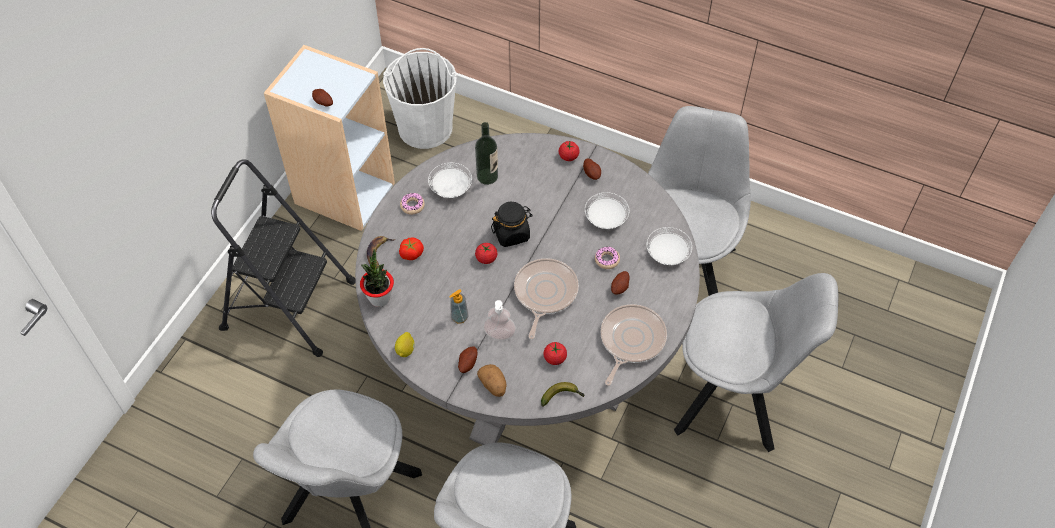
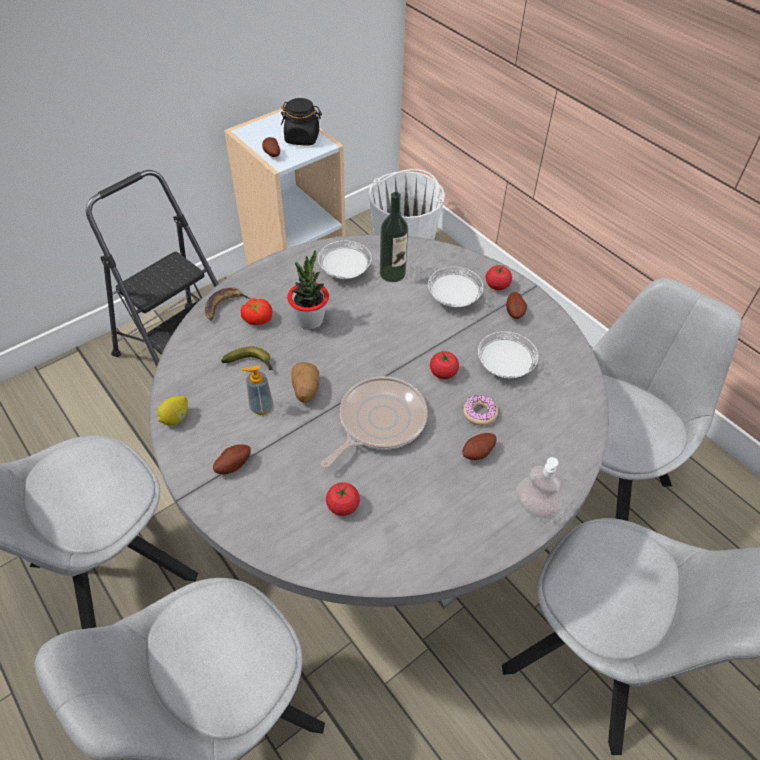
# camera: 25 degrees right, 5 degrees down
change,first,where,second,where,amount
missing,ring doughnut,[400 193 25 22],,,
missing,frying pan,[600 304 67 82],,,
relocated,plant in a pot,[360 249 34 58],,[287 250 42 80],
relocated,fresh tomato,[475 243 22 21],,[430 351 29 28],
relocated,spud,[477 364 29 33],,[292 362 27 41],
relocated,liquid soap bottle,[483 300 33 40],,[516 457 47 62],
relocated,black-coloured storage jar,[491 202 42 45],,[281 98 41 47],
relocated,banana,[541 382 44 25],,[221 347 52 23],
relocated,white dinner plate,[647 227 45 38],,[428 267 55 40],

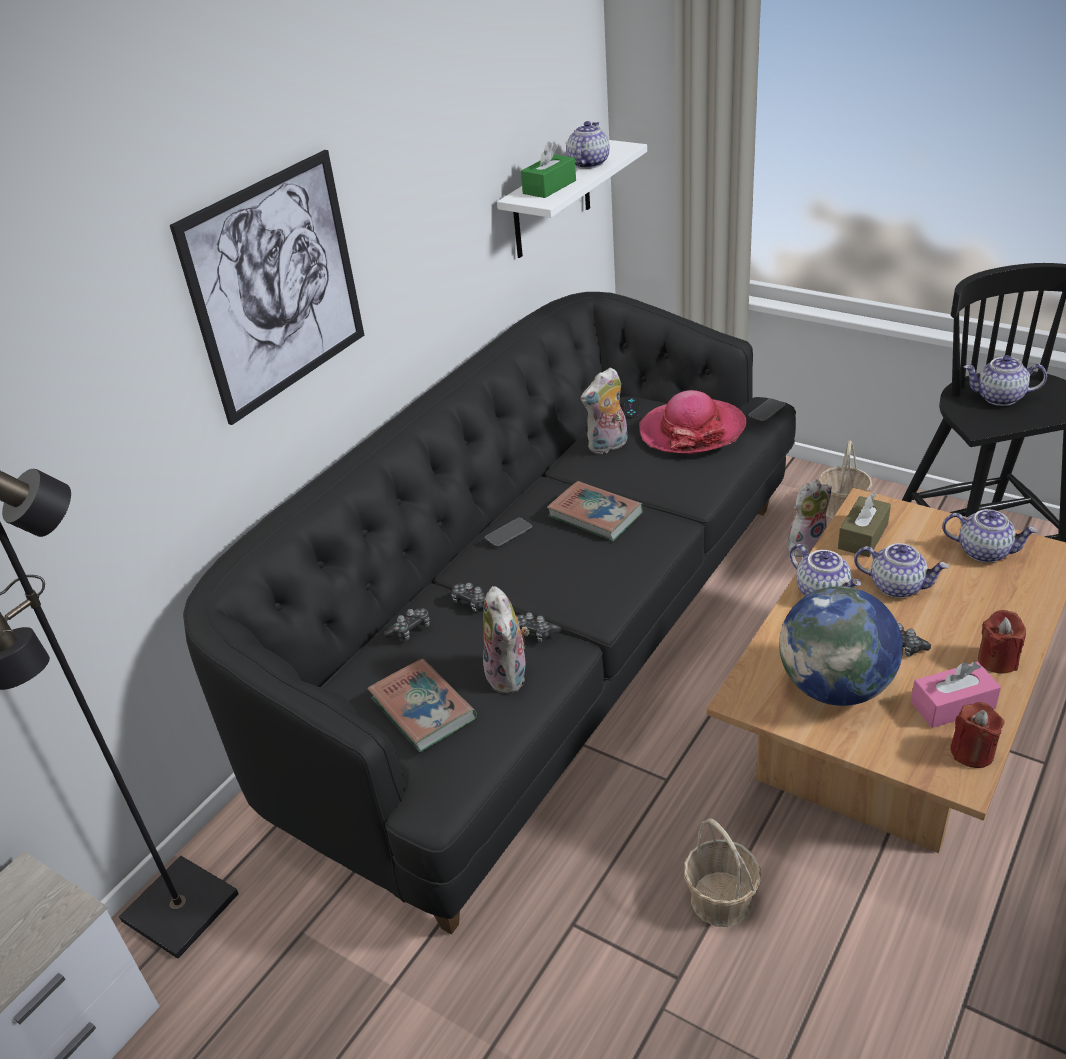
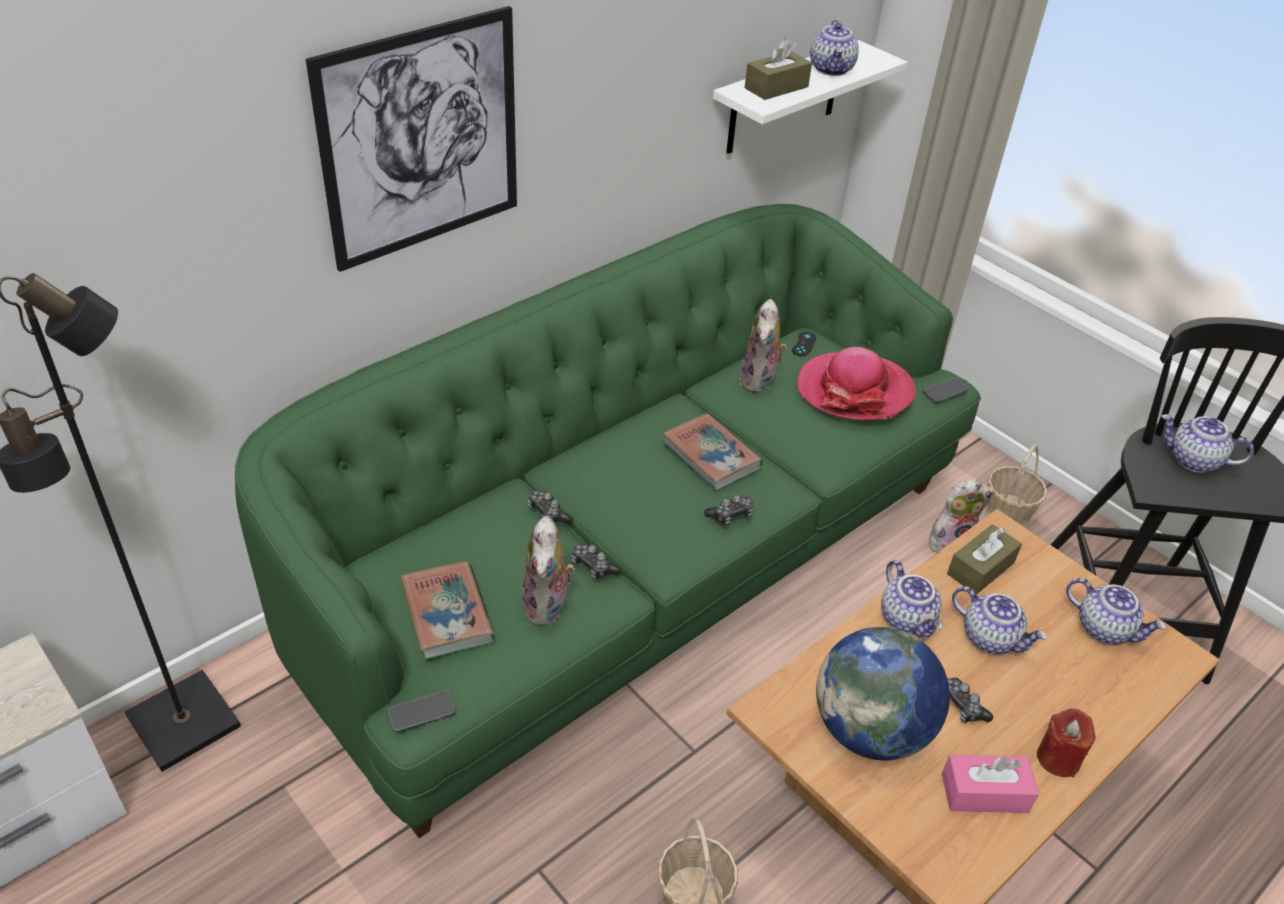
# camera: 10 degrees right, 5 degrees up
change,first,where,second,where,amount
missing,reddish candle,[950 702 55 66],,,
relocated,gamepad,[384 608 46 33],,[704 495 50 31],
relocated,telephone,[485 518 47 29],,[387 690 68 42],
colour,black-coloured sofa,[183 292 613 643],greenish sofa,[235 204 746 634],
colour,greenish tissue box,[521 141 55 57],brown tissue box,[745 39 67 61],
spun,tea pot,[567 121 43 48],,[810 20 49 56],150 degrees clockwise
spun,plush toy,[581 368 47 86],,[740 299 47 94],60 degrees counterclockwise

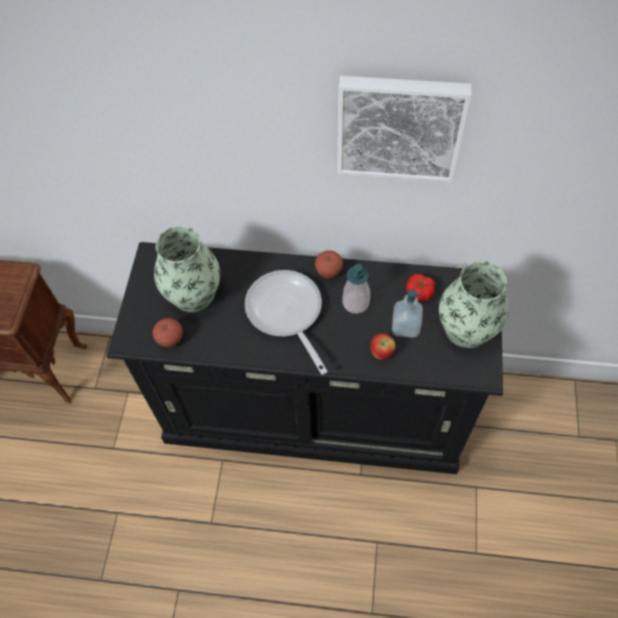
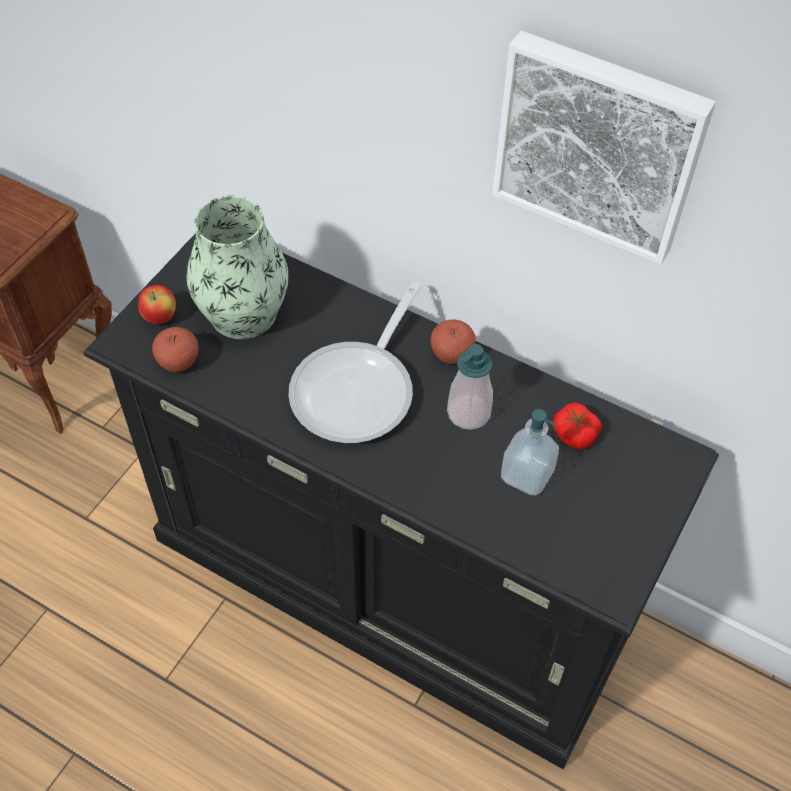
# camera: 20 degrees right, 5 degrees down
change,first,where,second,where,amount
missing,decorative vase,[439 261 70 87],,,
relocated,apple,[370 333 25 27],,[138 285 38 39],
spun,frying pan,[245 270 83 105],,[289 282 132 161],150 degrees counterclockwise

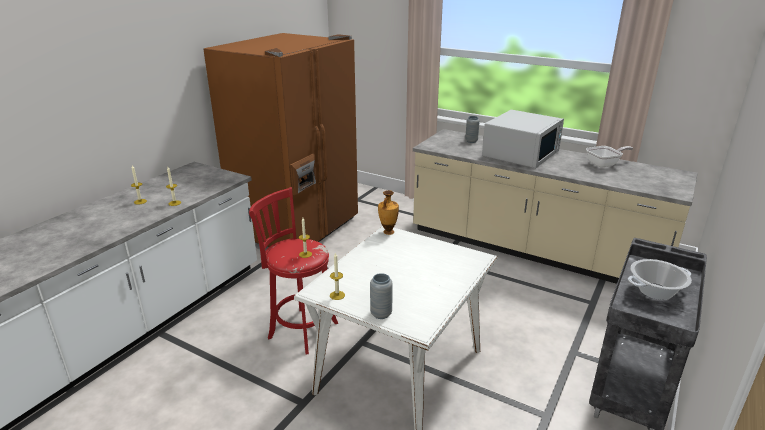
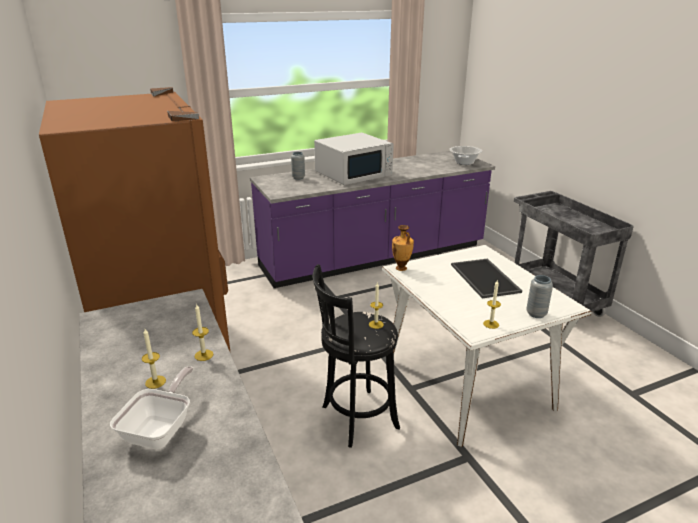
# camera: 55 degrees left, 0 degrees up
change,first,where,second,where,amount
appeared,,,carrying tray,[451 259 71 39],
relocated,frying pan,[586 146 47 22],,[110 366 83 83],
relocated,saucepot,[628 259 64 41],,[450 146 32 19],
colour,reddish sitting stool,[249 187 89 167],black-coloured sitting stool,[313 264 87 184],
colour,sand-coloured kitchen base unit,[413 129 285 155],purple kitchen base unit,[250 151 245 137],
spun,white kitchen microwave,[482 110 82 58],,[314 133 80 52],75 degrees clockwise

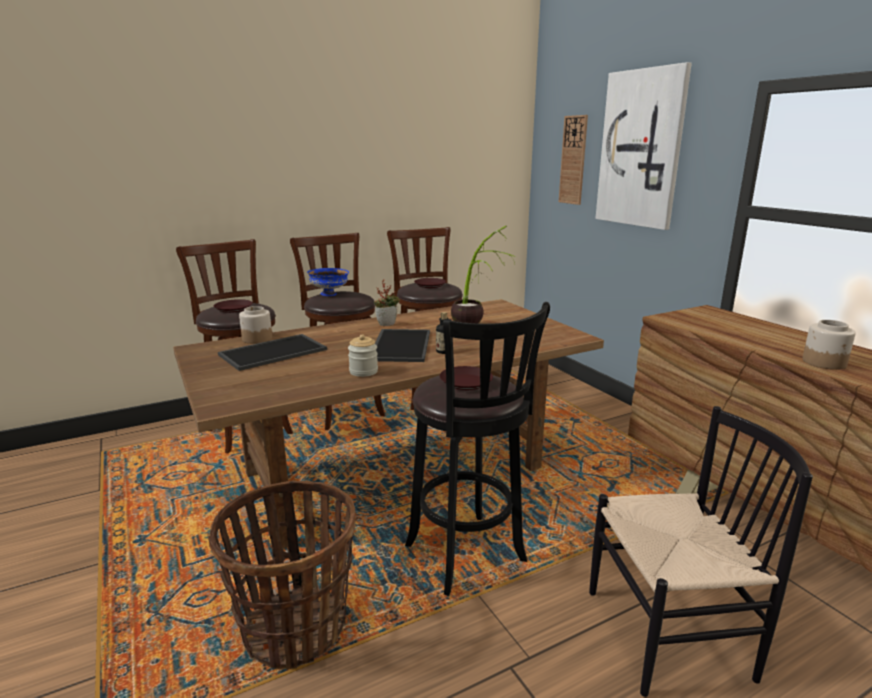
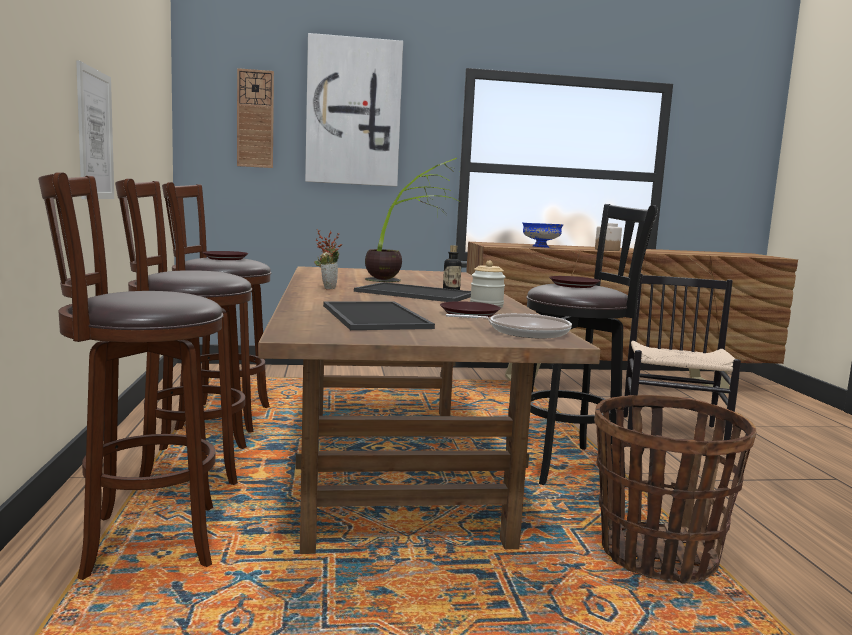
# camera: 70 degrees left, 10 degrees down
change,first,where,second,where,amount
missing,storage jar,[239 306 33 38],,,
appeared,,,wall picture,[76 60 38 139],
appeared,,,frying pan,[446 313 126 26],
relocated,brown dinner plate,[214 299 39 14],,[440 301 61 16],
relocated,bluish deep dish,[307 268 42 28],,[523 223 40 25],

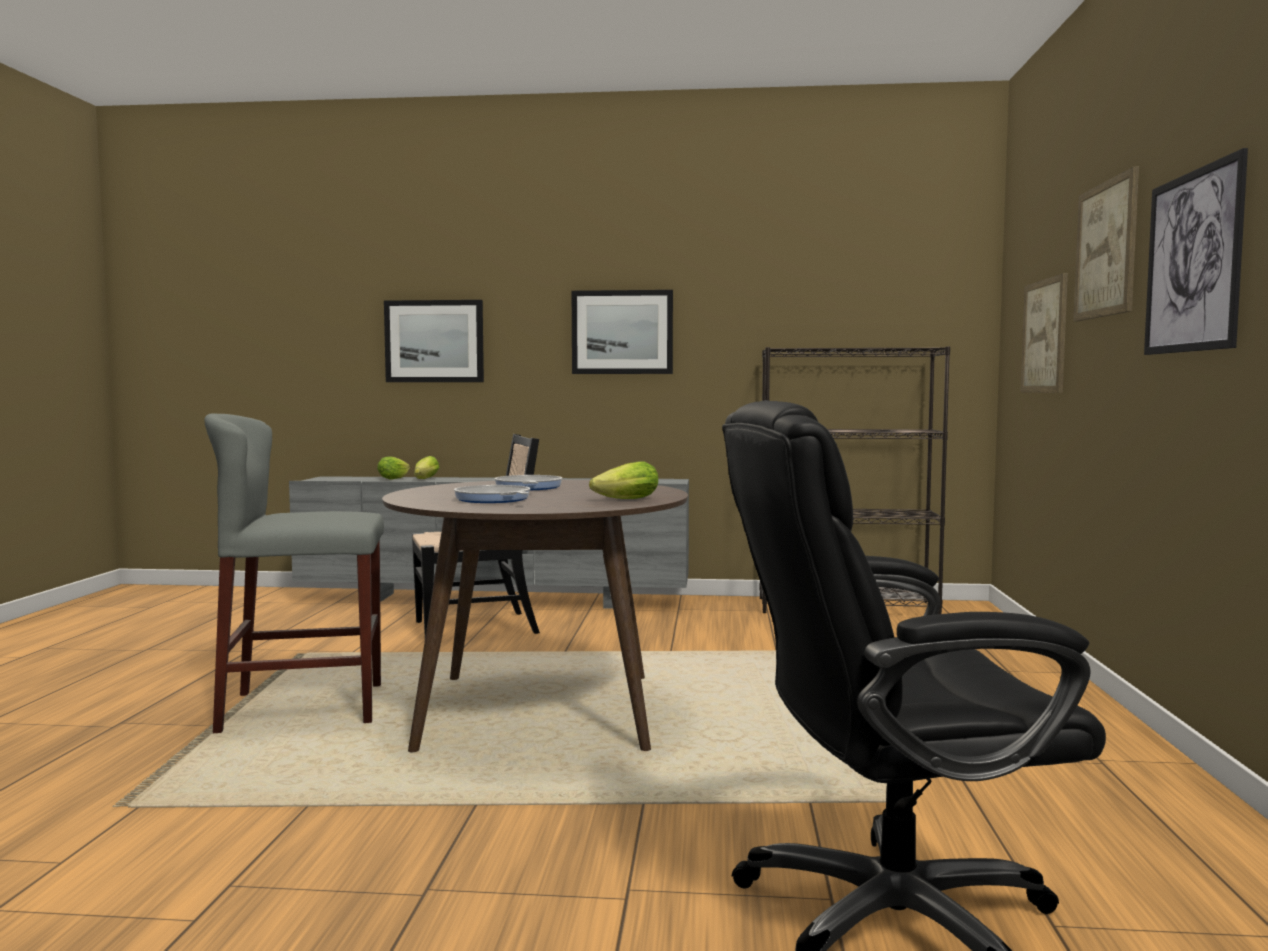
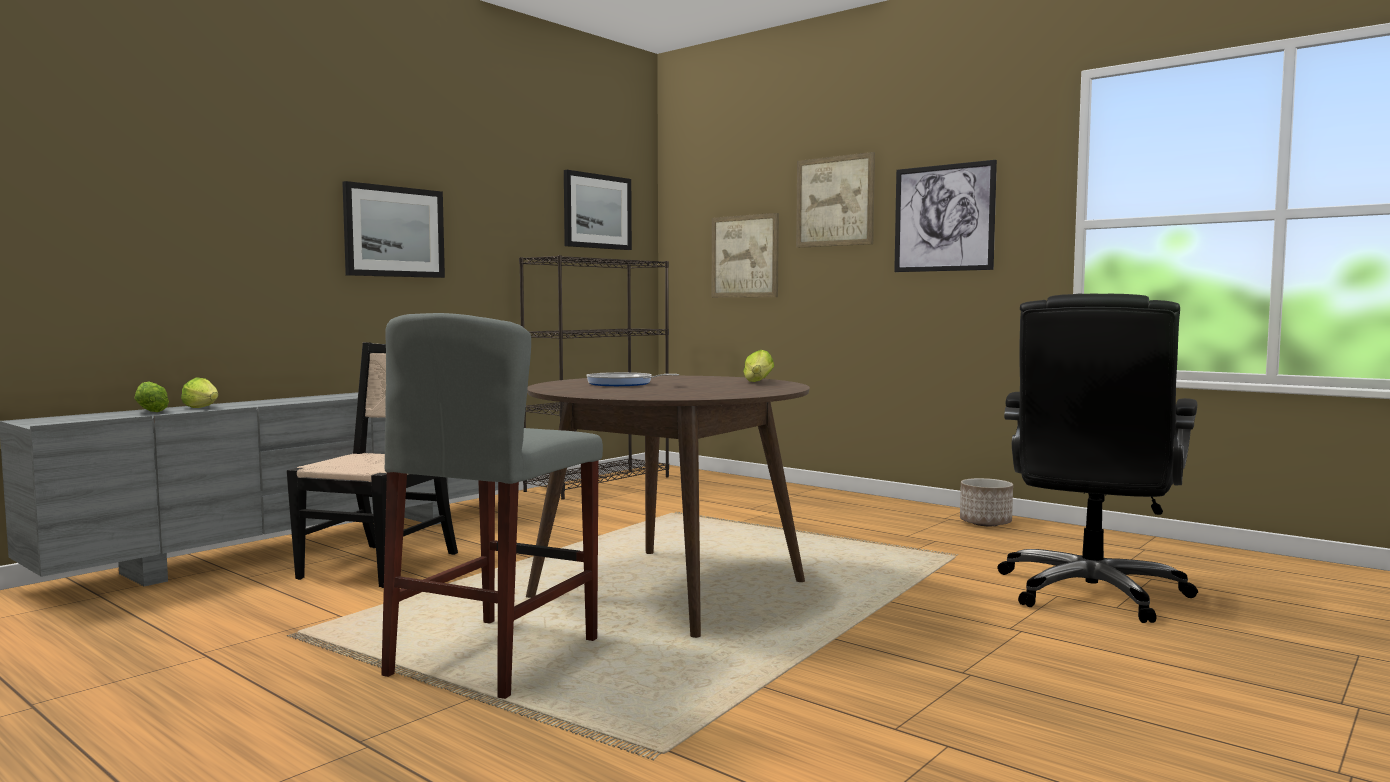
# camera: 55 degrees left, 0 degrees up
change,first,where,second,where,amount
missing,frying pan,[454 485 76 18],,,
appeared,,,flower pot,[960 478 53 48],
relocated,wall picture,[384 300 100 82],,[564 170 68 80],

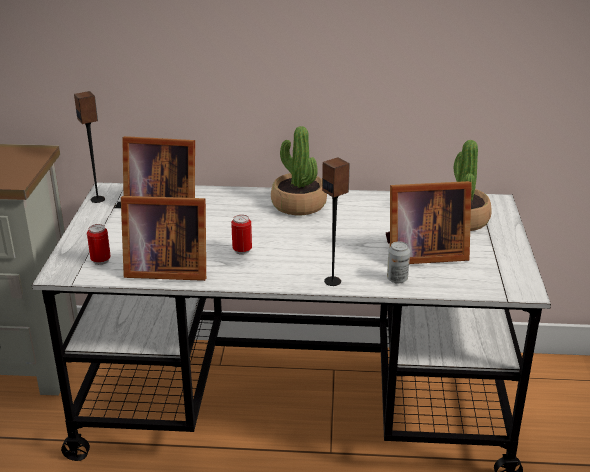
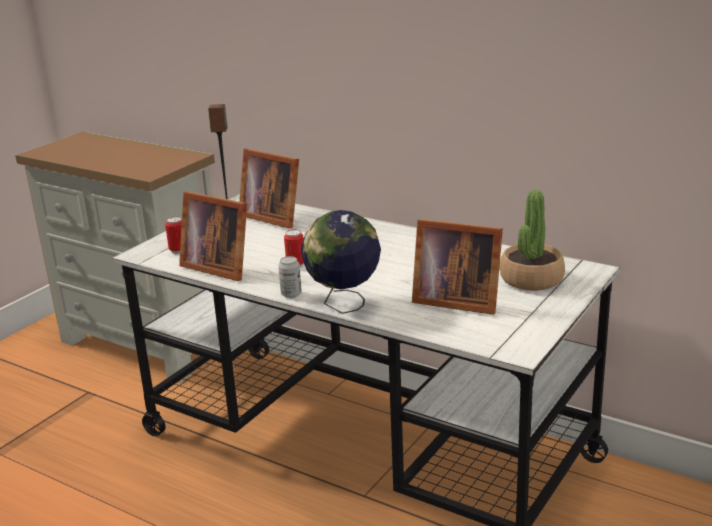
# camera: 30 degrees right, 5 degrees down
change,first,where,second,where,amount
missing,plant in a pot,[271 126 56 89],,,
relocated,can,[387 241 23 43],,[278 256 24 42],
exchanged,loudspeaker,[322 157 28 129],globe,[301 210 80 104],

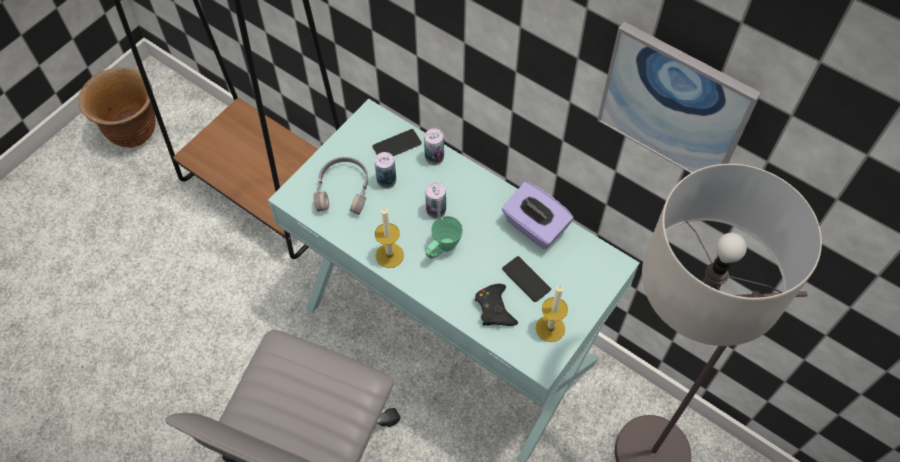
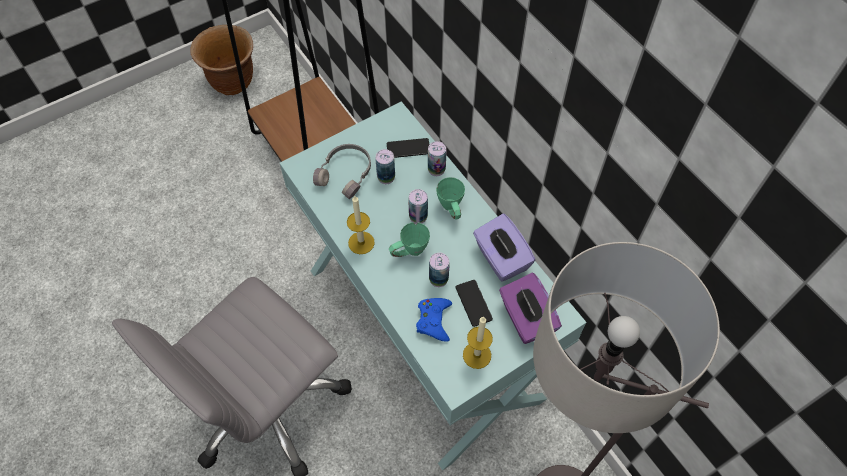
# camera: 20 degrees right, 0 degrees up
change,first,where,second,where,amount
missing,wall picture,[597 22 164 151],,,
appeared,,,can,[429 253 21 34],
appeared,,,greenish coffee mug,[436 177 29 42],
appeared,,,purple tissue box,[499 273 63 71],
colour,black-coloured gamepad,[475 284 43 42],bluish gamepad,[416 298 36 44],

